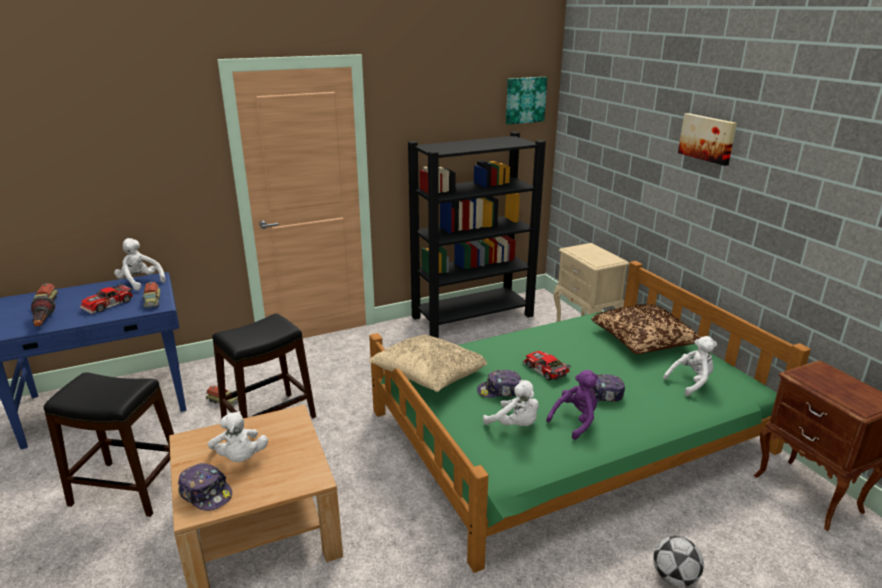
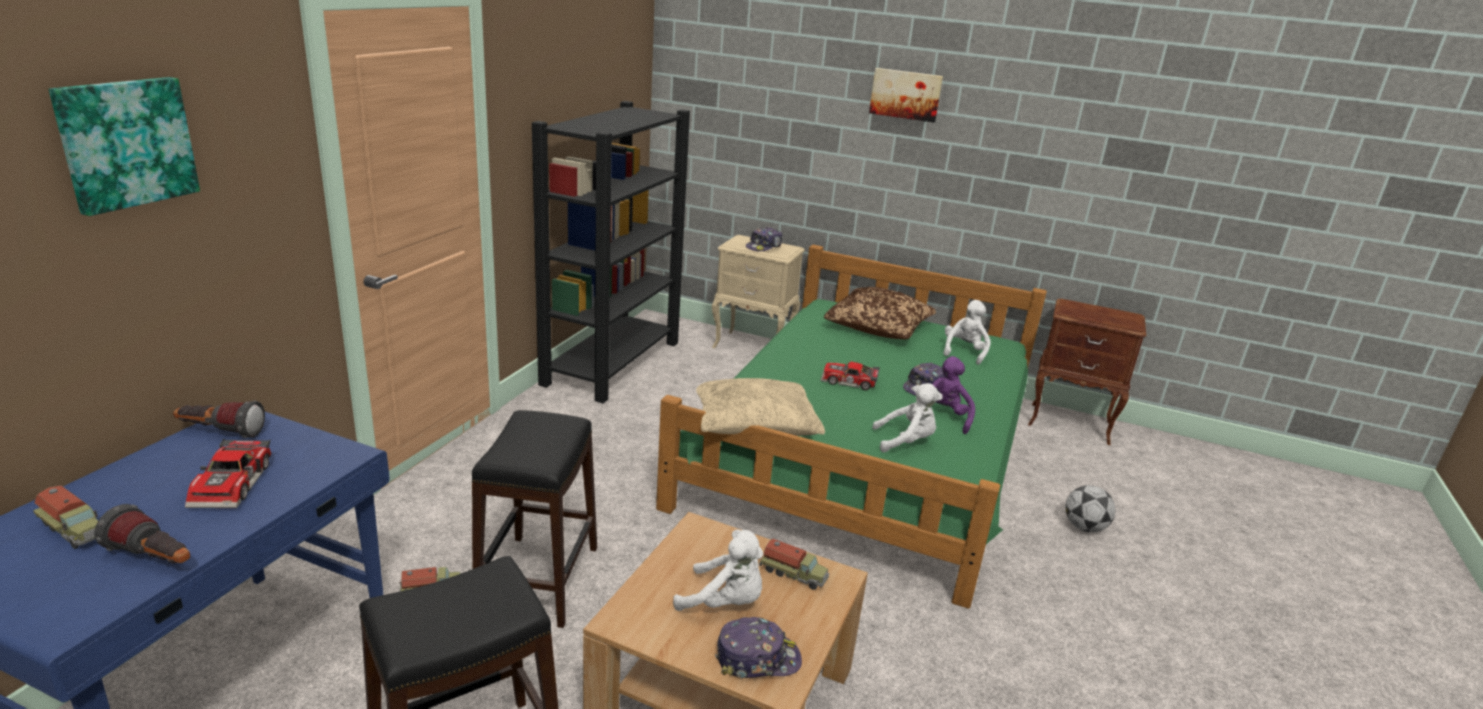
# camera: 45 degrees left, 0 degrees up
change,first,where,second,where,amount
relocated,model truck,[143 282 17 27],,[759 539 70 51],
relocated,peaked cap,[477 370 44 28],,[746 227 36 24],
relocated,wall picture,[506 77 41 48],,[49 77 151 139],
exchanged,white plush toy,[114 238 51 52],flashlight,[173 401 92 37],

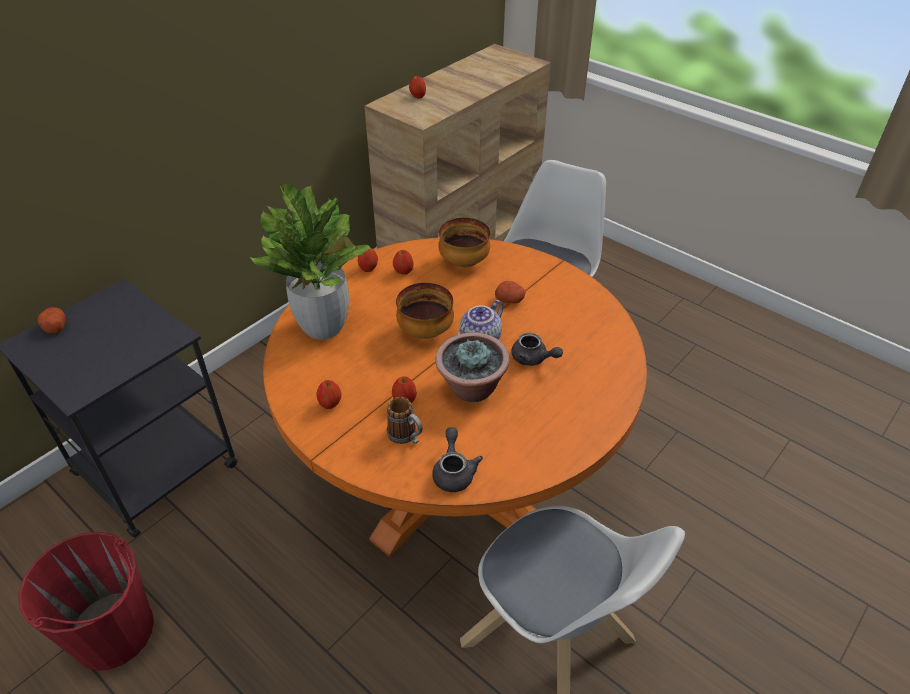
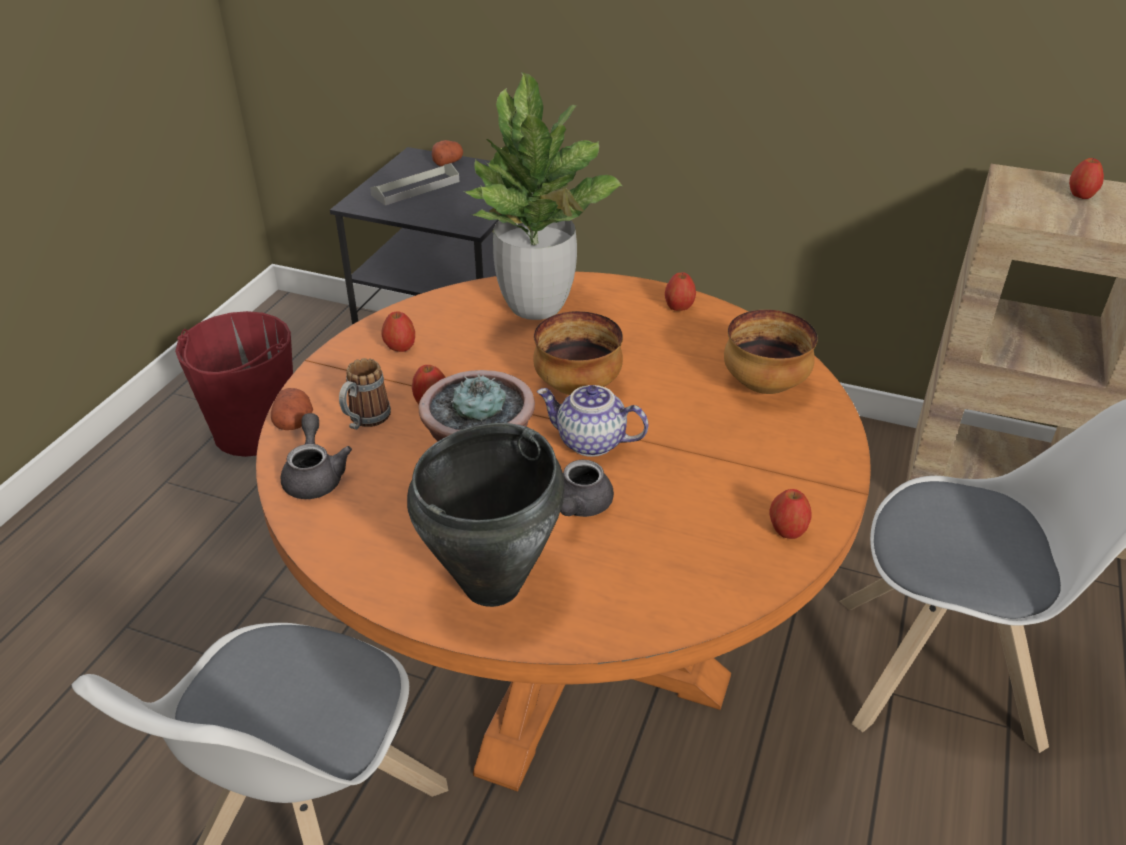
# camera: 70 degrees right, 5 degrees down
change,first,where,second,where,amount
appeared,,,grey carrying tray,[370 163 90 42],
appeared,,,black-coloured saucepot,[407 423 157 184],
relocated,apple,[393 250 20 25],,[769 489 42 50],
relocated,spud,[495 281 31 23],,[271 388 42 42],
spun,grey tea pot,[432 427 51 65],,[281 413 71 86],75 degrees counterclockwise

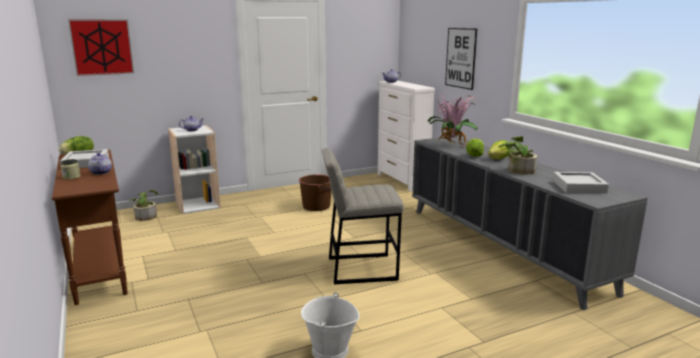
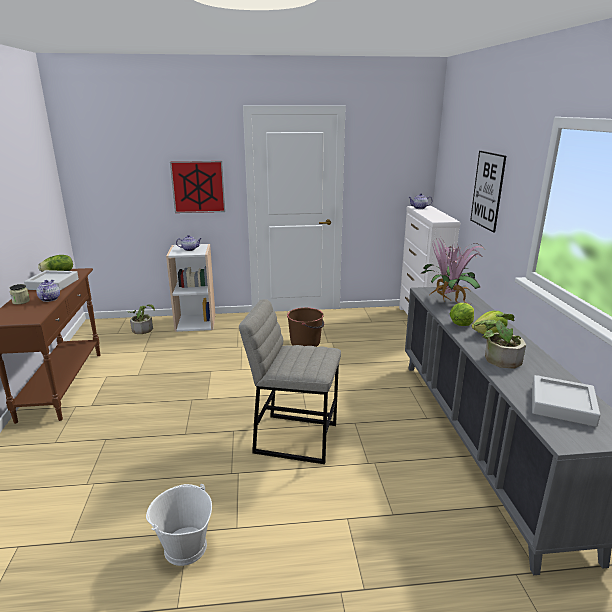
# camera: 20 degrees right, 5 degrees up
change,first,where,second,where,amount
relocated,wall picture,[68 20 66 56],,[170 161 55 52],

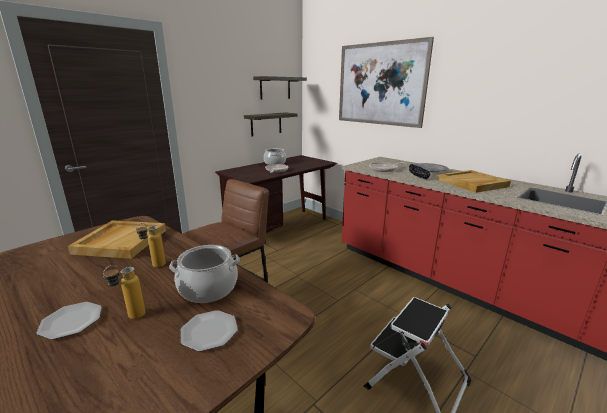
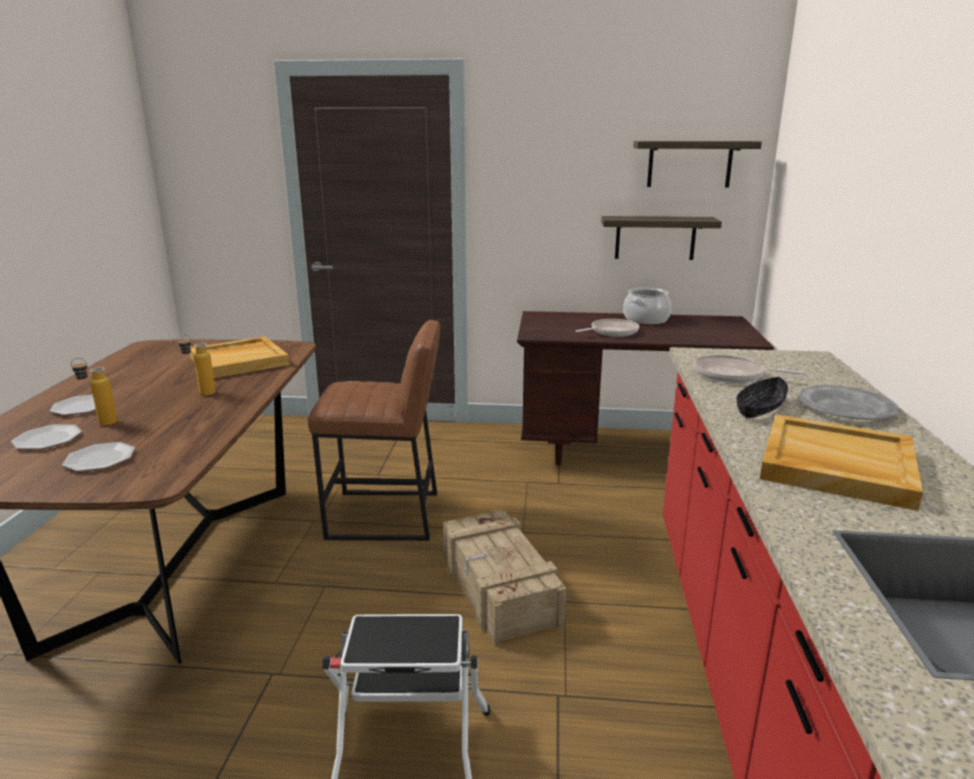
# camera: 50 degrees right, 0 degrees up
change,first,where,second,where,amount
missing,saucepot,[169 245 71 58],,,
missing,wall picture,[339 37 95 91],,,
appeared,,,dinner plate,[11 425 71 25],
appeared,,,shipping crate,[443 510 123 136],

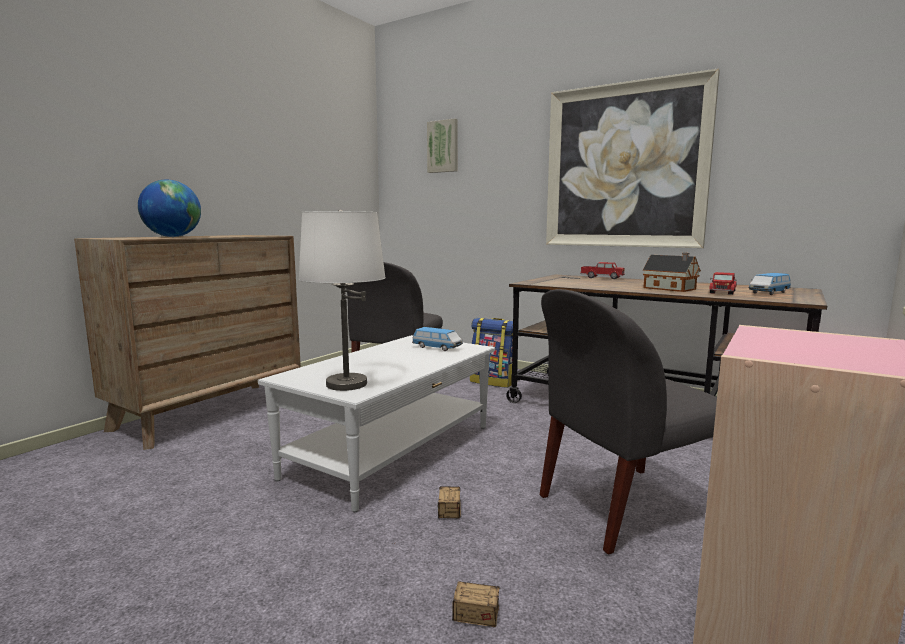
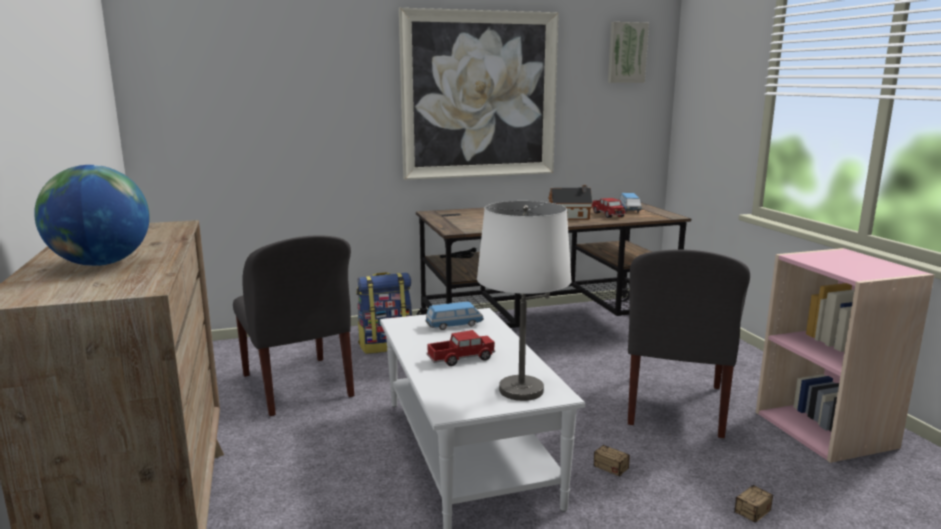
# camera: 50 degrees left, 5 degrees up
change,first,where,second,where,amount
relocated,wall picture,[427 118 30 55],,[608 22 41 61],
relocated,model truck,[580 262 45 17],,[427 330 68 36],

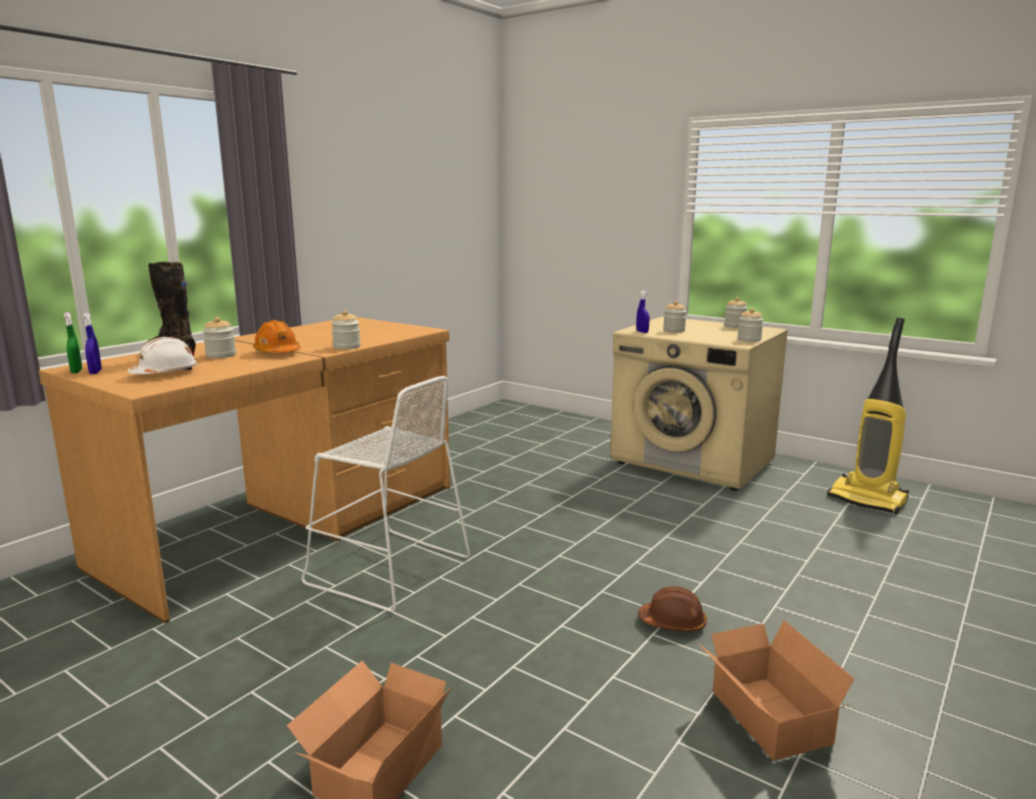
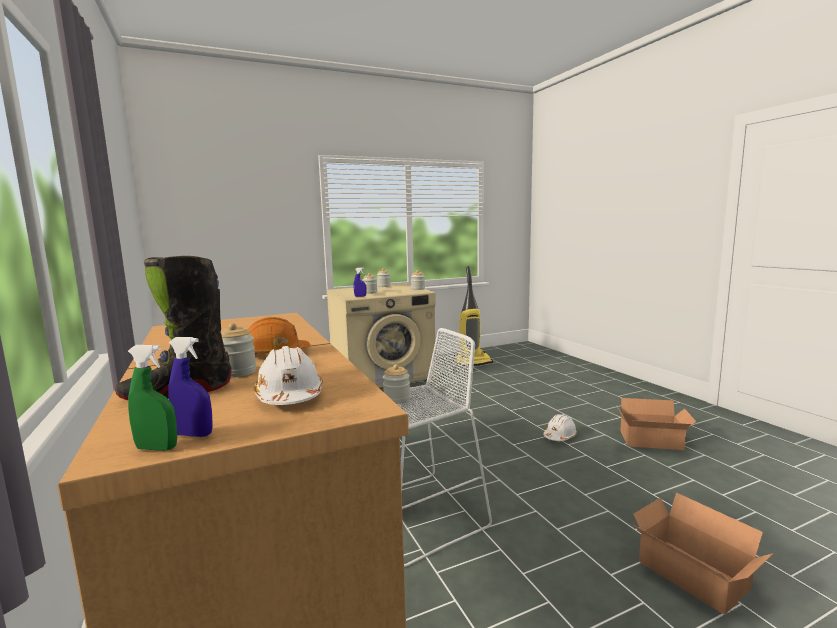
# camera: 60 degrees left, 5 degrees down
change,first,where,second,where,amount
relocated,storage jar,[331 310 30 40],,[383 364 27 40],
colour,brown safety helmet,[638 586 69 45],white safety helmet,[543 414 34 27],

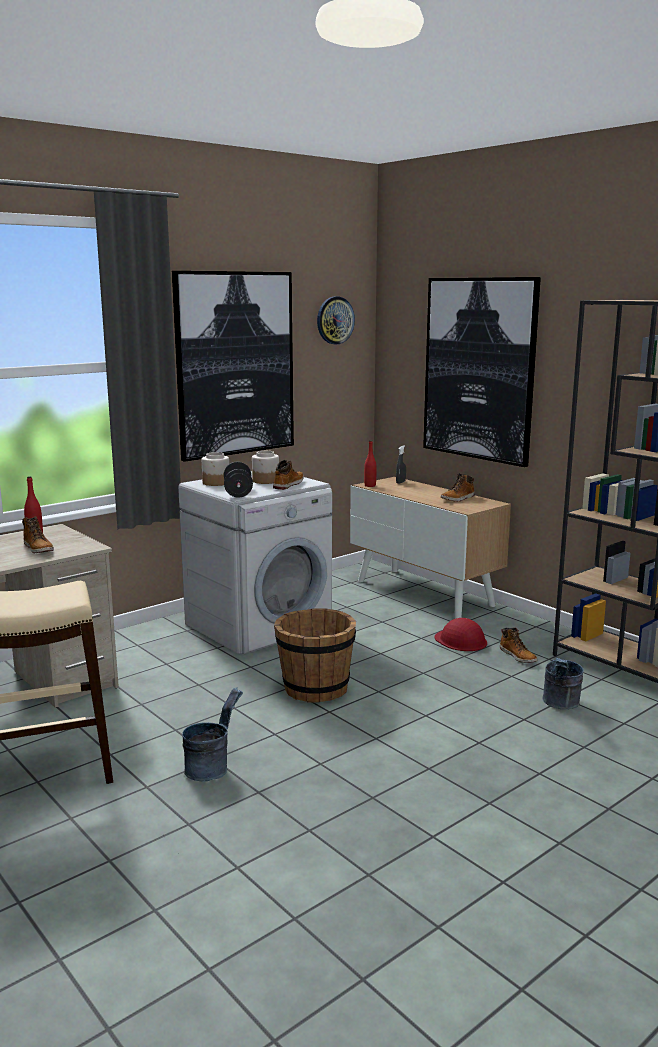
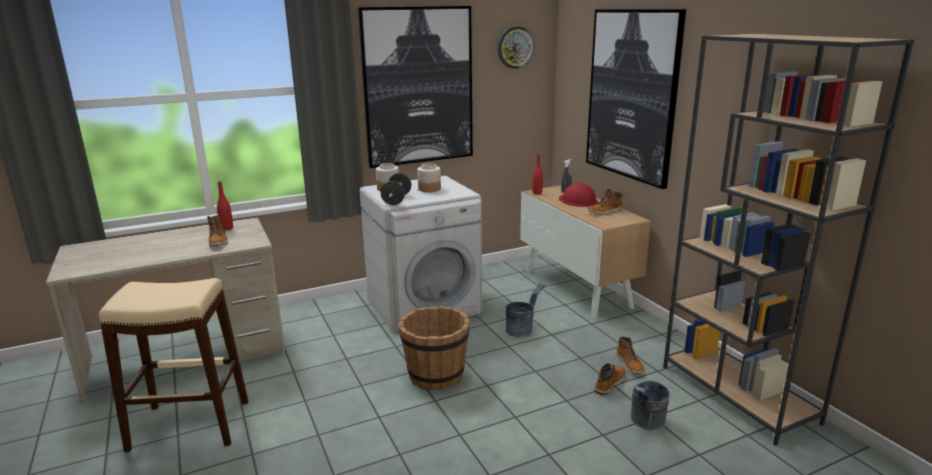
# camera: 15 degrees right, 5 degrees up
change,first,where,second,where,amount
relocated,grey water bucket,[182 687 61 95],,[506 282 40 55],
relocated,high-top boot,[273 460 31 30],,[594 363 32 32],
relocated,reddish safety helmet,[435 618 52 33],,[559 183 39 24],

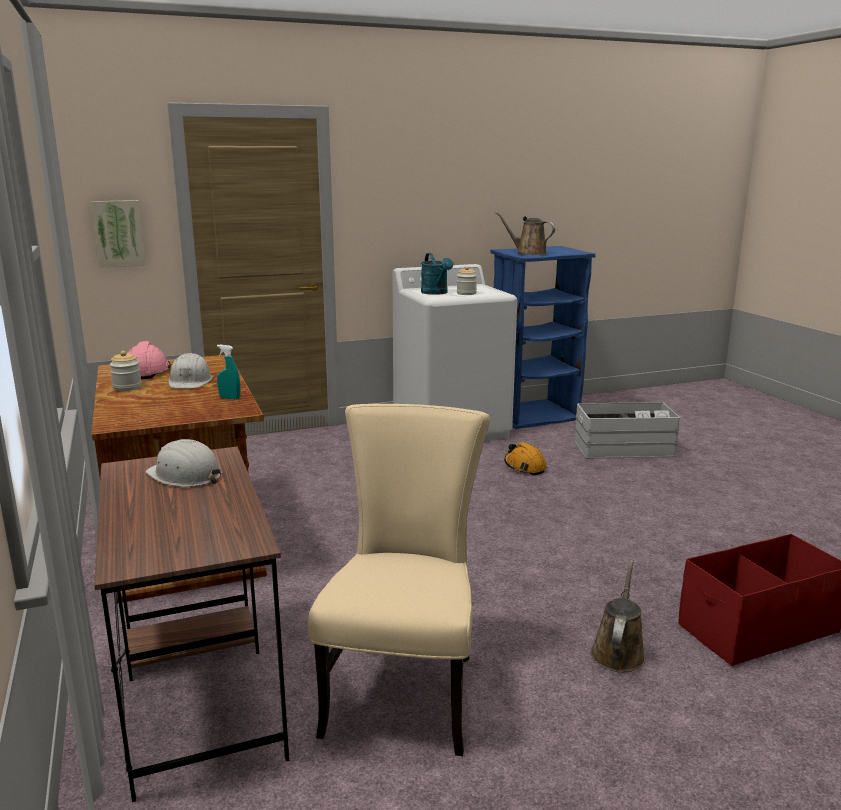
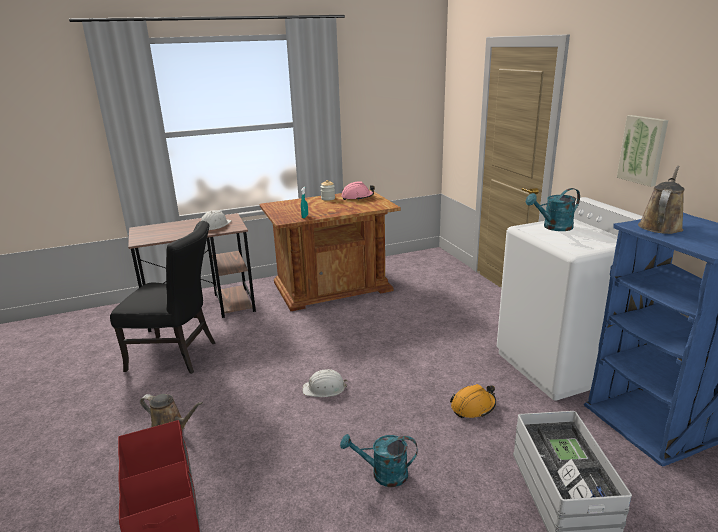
# camera: 90 degrees right, 5 degrees up
change,first,where,second,where,amount
missing,storage jar,[457 266 20 29],,,
appeared,,,blue-green sprinkling can,[340 434 77 53],
relocated,wall picture,[92 200 54 68],,[617 115 51 72],
relocated,white safety helmet,[168 353 45 36],,[303 369 45 28],
colour,sand-coloured plain chair,[307 404 183 352],black-coloured plain chair,[110 221 106 153],

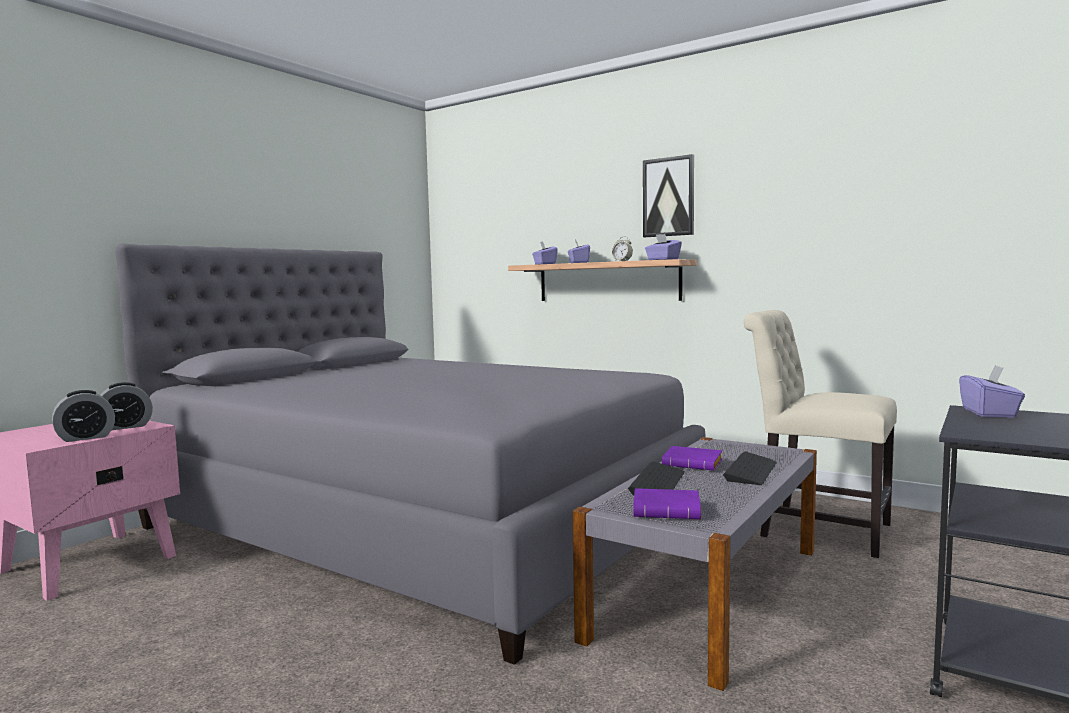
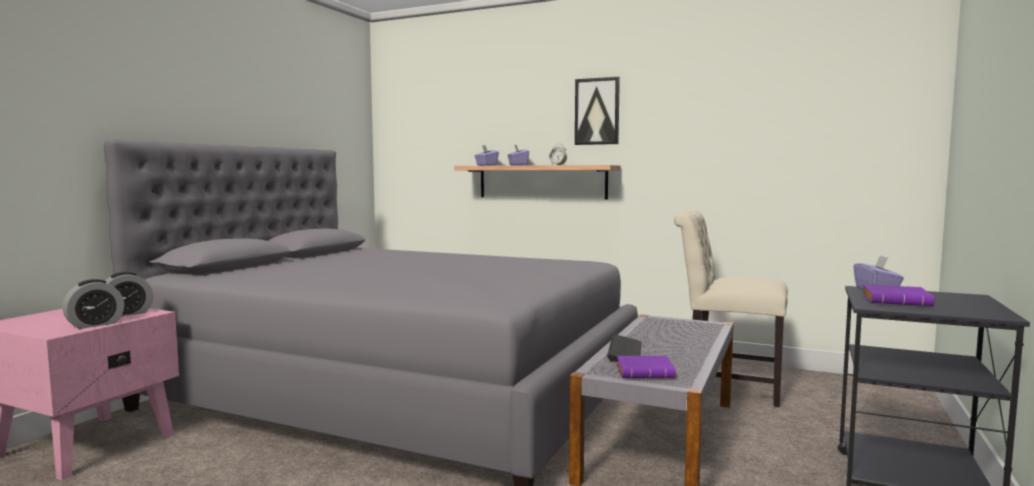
# camera: 10 degrees left, 0 degrees up
change,first,where,second,where,amount
missing,purple tissue box,[645 234 37 26],,,
missing,computer keyboard,[723 452 54 33],,,
relocated,purple volume,[662 446 60 25],,[862 285 73 21],

